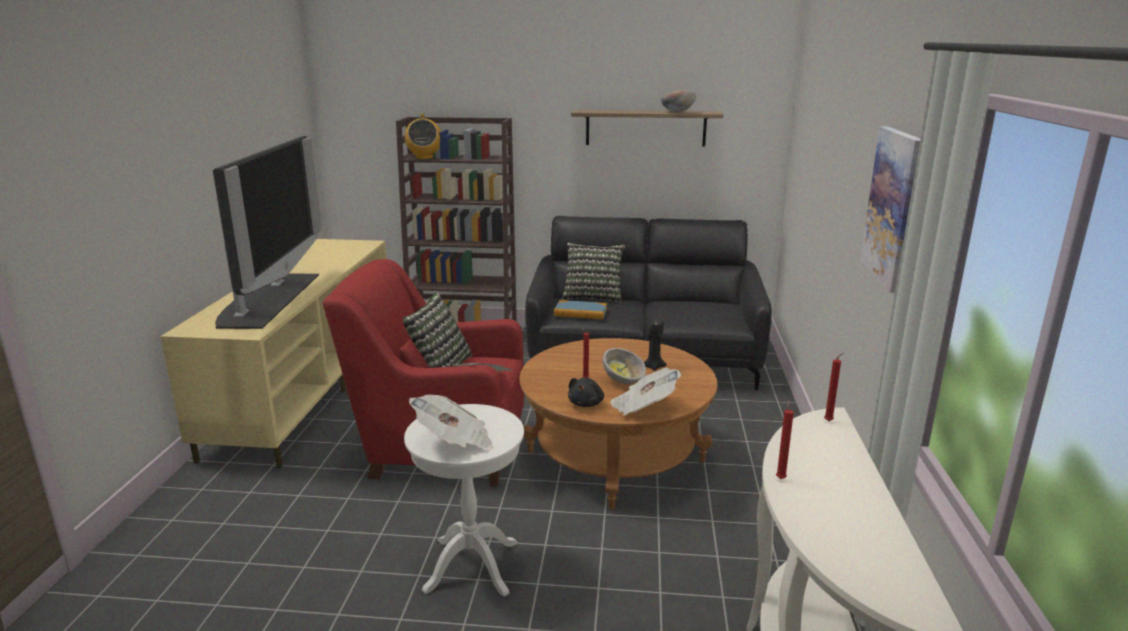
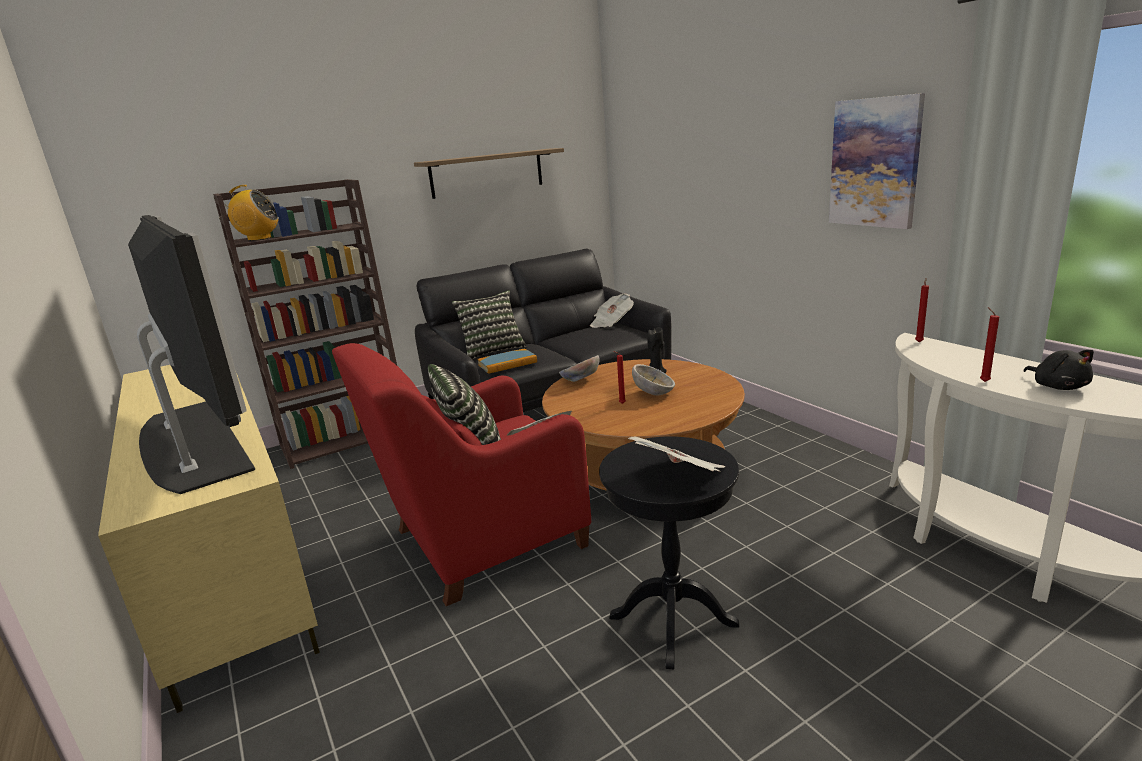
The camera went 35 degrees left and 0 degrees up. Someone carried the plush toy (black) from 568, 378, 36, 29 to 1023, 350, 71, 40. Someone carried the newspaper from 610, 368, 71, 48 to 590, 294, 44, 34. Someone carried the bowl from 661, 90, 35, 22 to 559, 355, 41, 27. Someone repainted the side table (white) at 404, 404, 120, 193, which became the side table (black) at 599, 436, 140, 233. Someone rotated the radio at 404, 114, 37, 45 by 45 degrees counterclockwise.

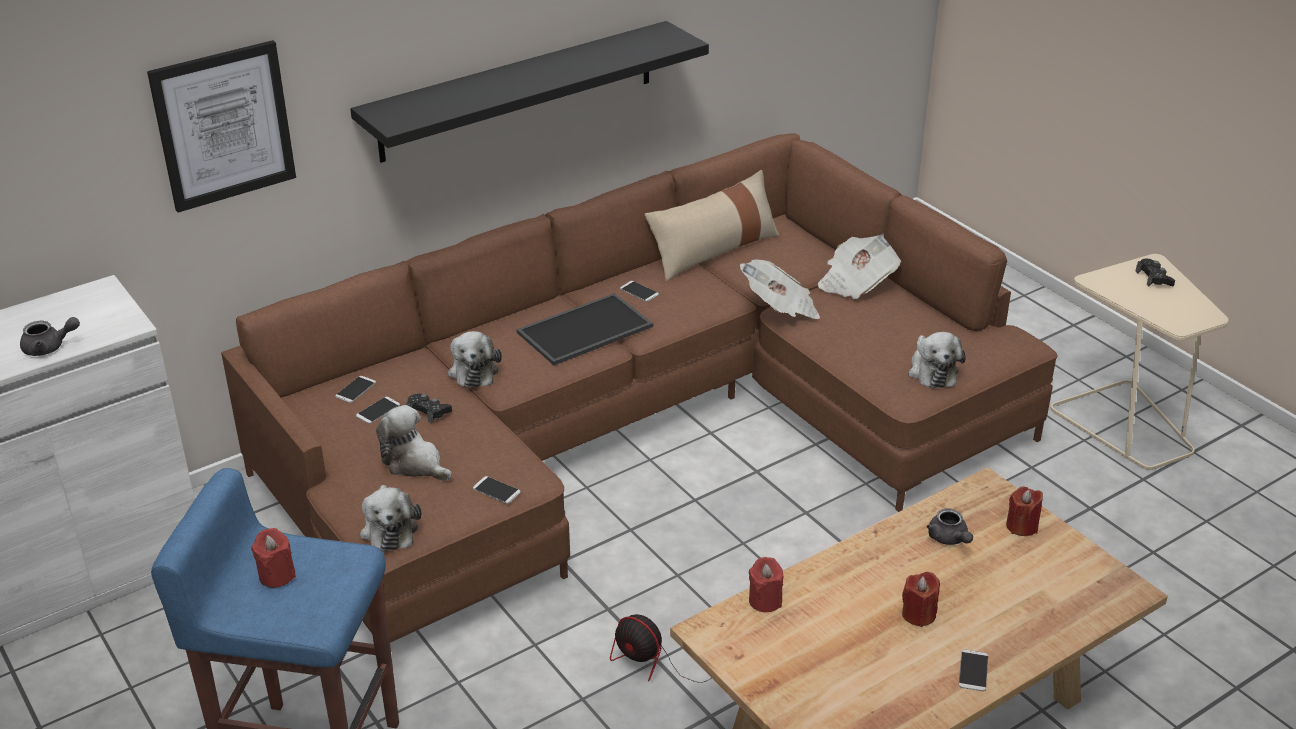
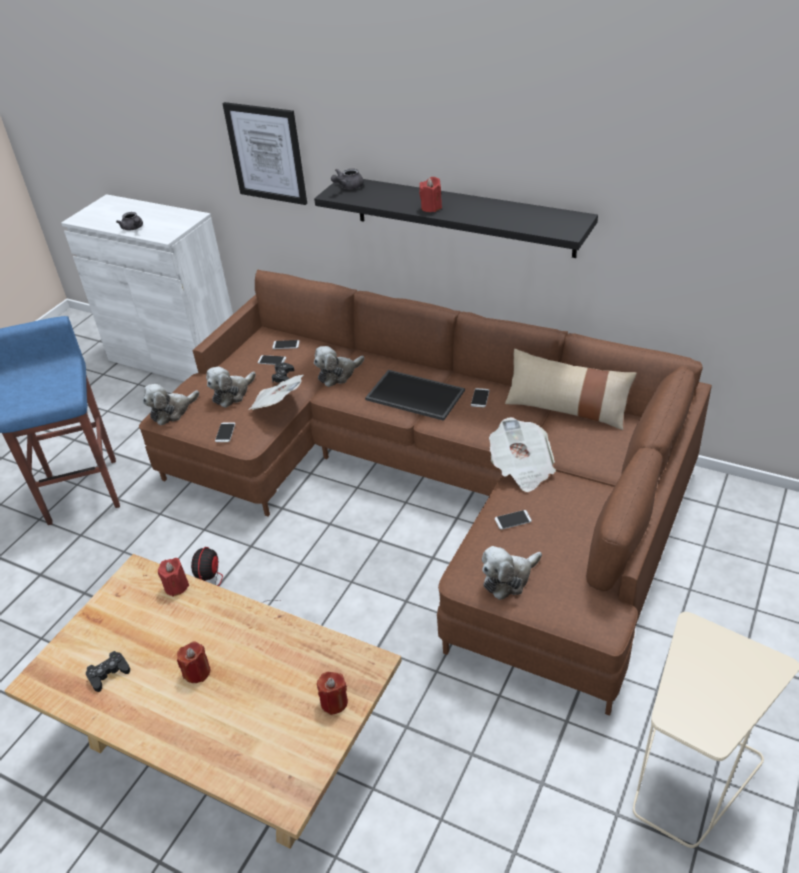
The camera went 65 degrees right and 5 degrees up. Someone carried the candle (red) from 251, 528, 45, 60 to 419, 177, 23, 35. Someone carried the newspaper from 818, 233, 83, 66 to 249, 375, 55, 35. Someone carried the teapot (grey) from 927, 508, 46, 37 to 331, 168, 33, 21. Someone carried the phone from 959, 649, 29, 42 to 495, 510, 37, 20. Someone carried the game controller (black) from 1136, 258, 39, 29 to 86, 651, 44, 41. Someone rotated the plush toy at 376, 405, 76, 76 by 150 degrees counterclockwise.

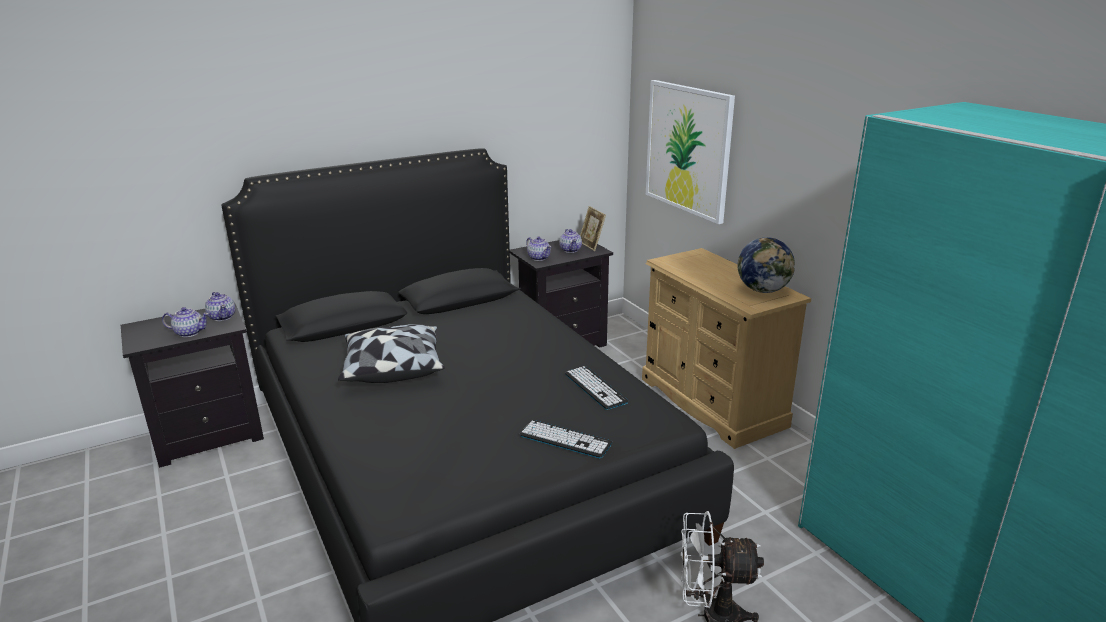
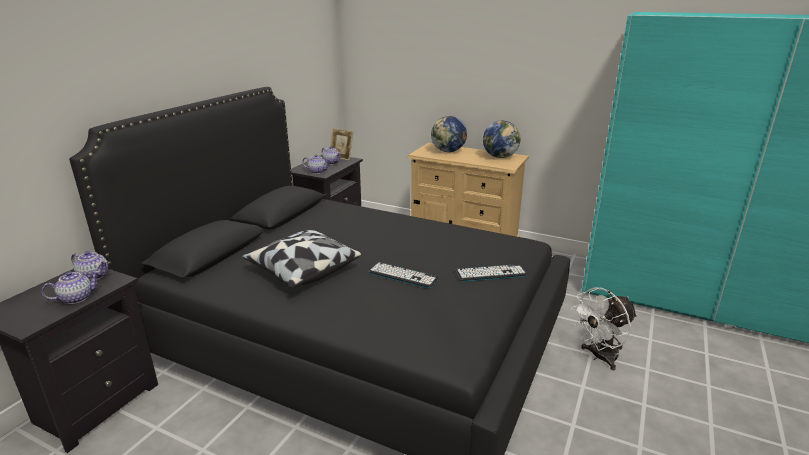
The camera went 35 degrees left and 0 degrees up. Someone took away the picture at 646, 80, 89, 144. Someone put down the globe at 431, 116, 36, 36. Someone carried the keyboard from 565, 366, 64, 44 to 369, 262, 70, 26.

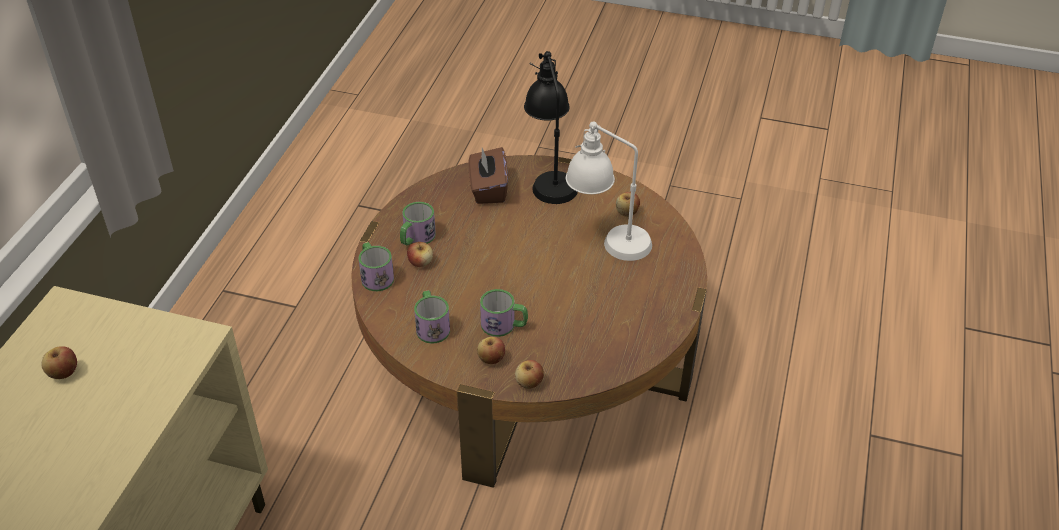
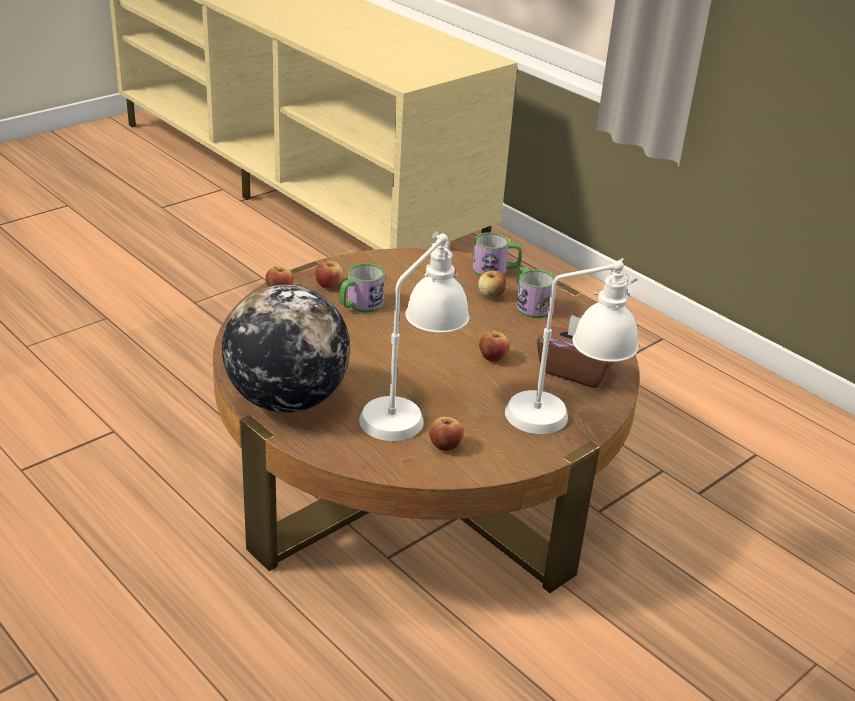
The camera went 120 degrees right and 10 degrees down. Someone took away the mug at 414, 290, 36, 54. Someone put down the globe at 222, 285, 128, 128. Someone carried the apple from 42, 346, 35, 33 to 479, 331, 31, 30. Someone repainted the table lamp (black) at 524, 51, 54, 153, which became the table lamp (white) at 505, 258, 134, 176.

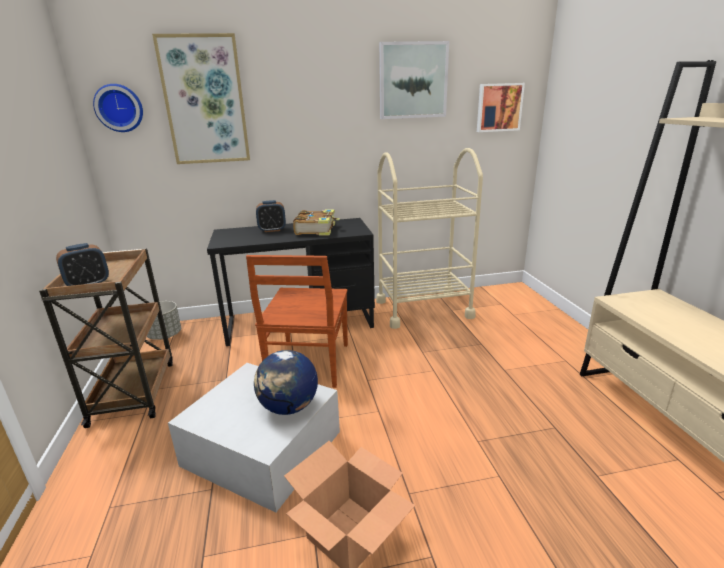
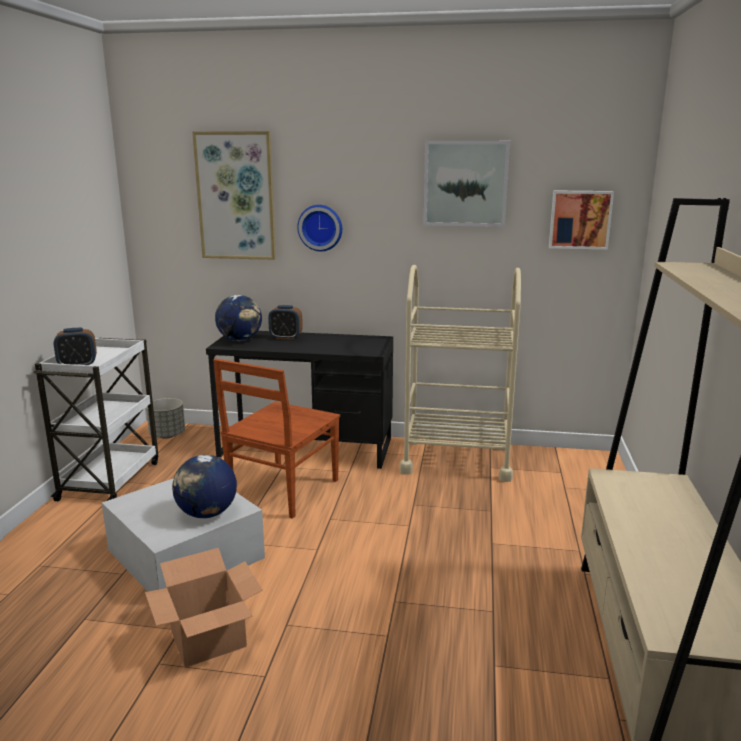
The camera went 20 degrees right and 5 degrees down. Someone took away the book at 293, 209, 47, 27. Someone put down the globe at 215, 295, 47, 46. Someone carried the wall clock from 93, 84, 50, 48 to 297, 205, 45, 46. Someone repainted the cart (brown) at 39, 248, 134, 180, which became the cart (white) at 33, 338, 125, 163.

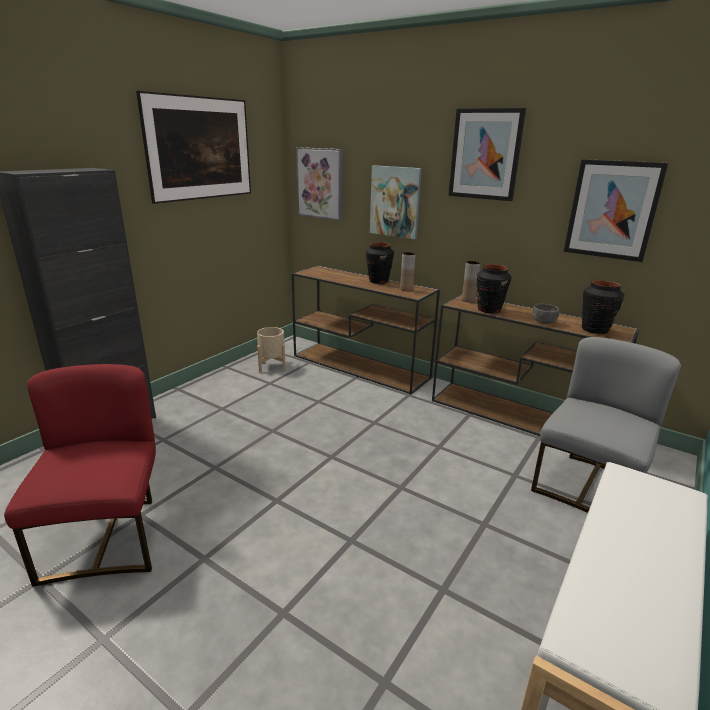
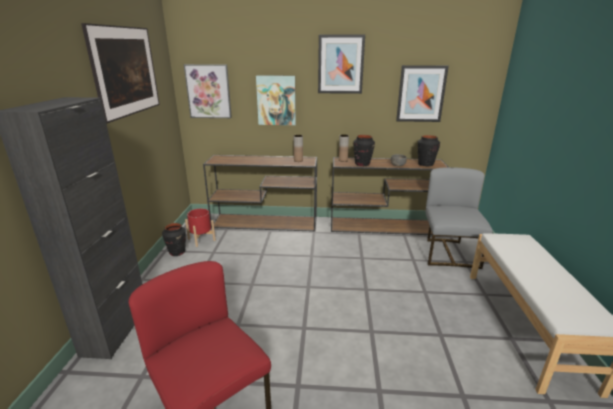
The camera went 30 degrees left and 0 degrees up. Someone carried the vase (black) from 366, 242, 28, 42 to 162, 223, 24, 33. Someone repainted the planter (beige) at 257, 327, 29, 46, which became the planter (red) at 185, 209, 31, 38.

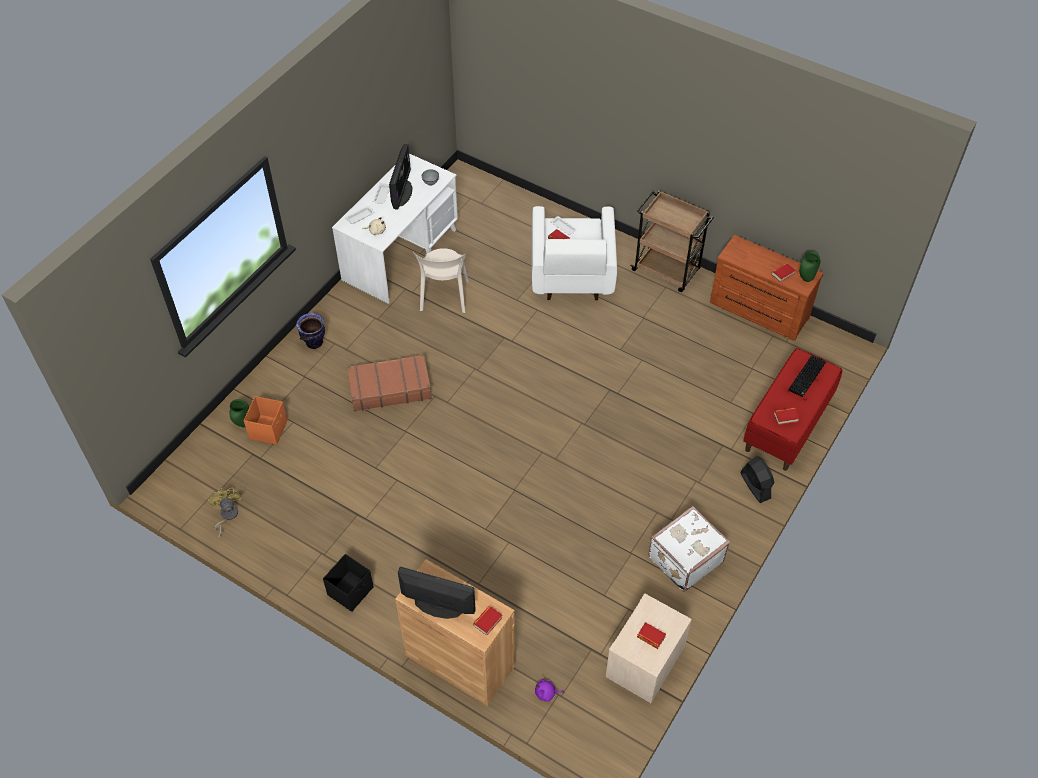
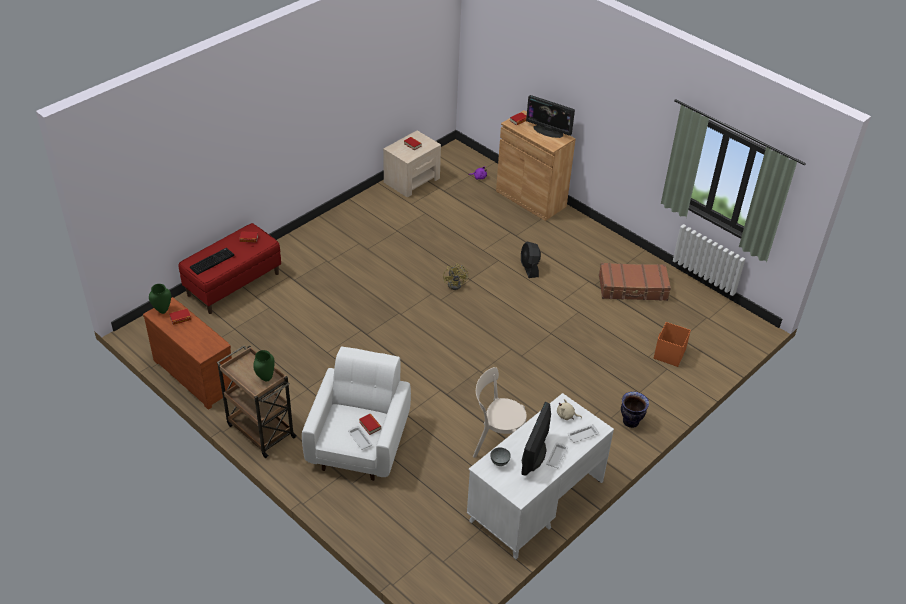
The camera went 170 degrees left and 10 degrees down. Someone took away the storage box (black) at 323, 554, 50, 58. Someone took away the suitcase (white) at 648, 506, 82, 86. Someone carried the fan (yellow) from 208, 488, 33, 52 to 443, 264, 25, 26. Someone carried the vase (green) from 229, 399, 20, 28 to 253, 350, 22, 32. Someone carried the suitcase (brown) from 347, 354, 85, 58 to 599, 263, 72, 38. Someone carried the fan (black) from 740, 456, 35, 47 to 521, 242, 20, 36. Someone rotated the chair (beige) at 413, 248, 56, 65 by 90 degrees counterclockwise.

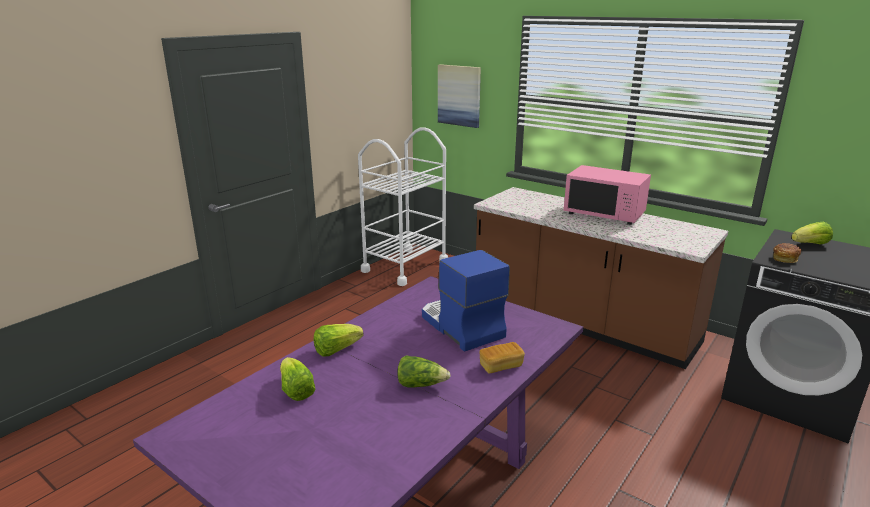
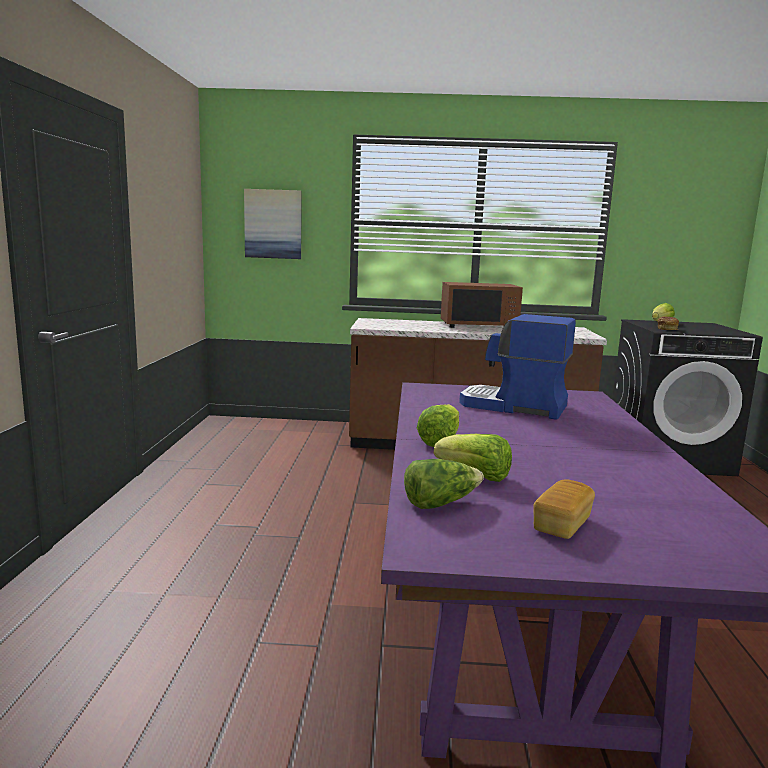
The camera went 35 degrees left and 10 degrees down. Someone took away the cart (white) at 358, 127, 90, 159. Someone carried the lettuce from 397, 355, 54, 33 to 404, 459, 80, 50. Someone carried the bread from 479, 342, 46, 31 to 533, 479, 62, 60. Someone repainted the microwave (pink) at 564, 165, 87, 60, which became the microwave (brown) at 441, 282, 82, 46.

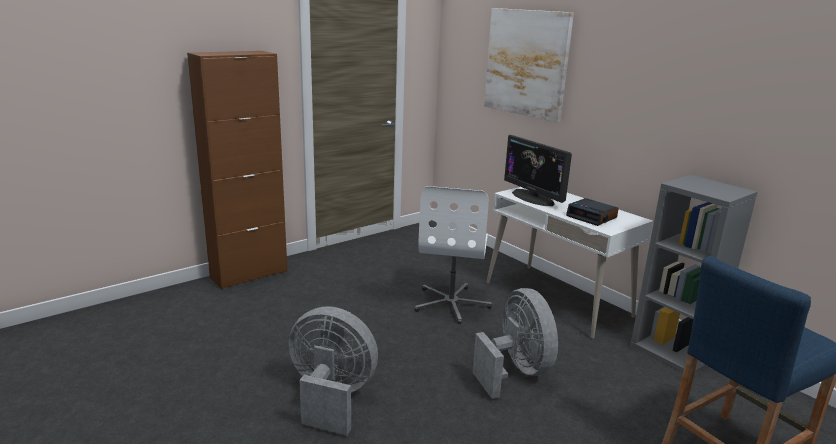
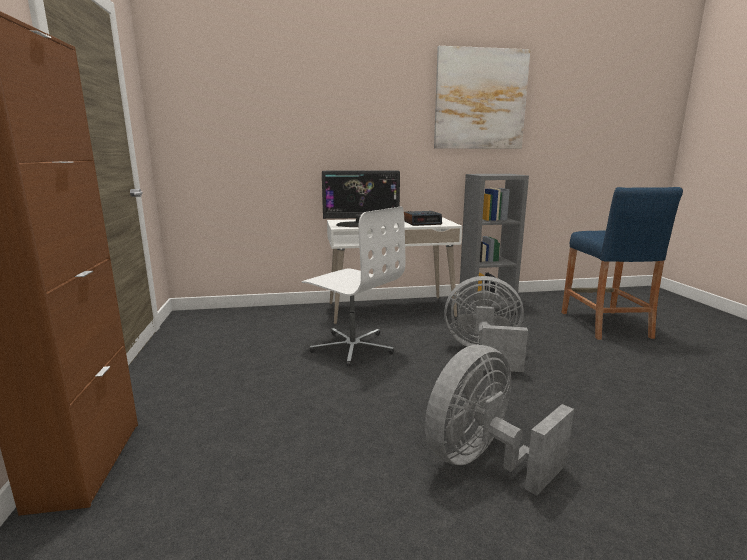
The camera went 60 degrees left and 5 degrees down. Someone carried the picture from 484, 8, 90, 115 to 434, 46, 97, 103.

